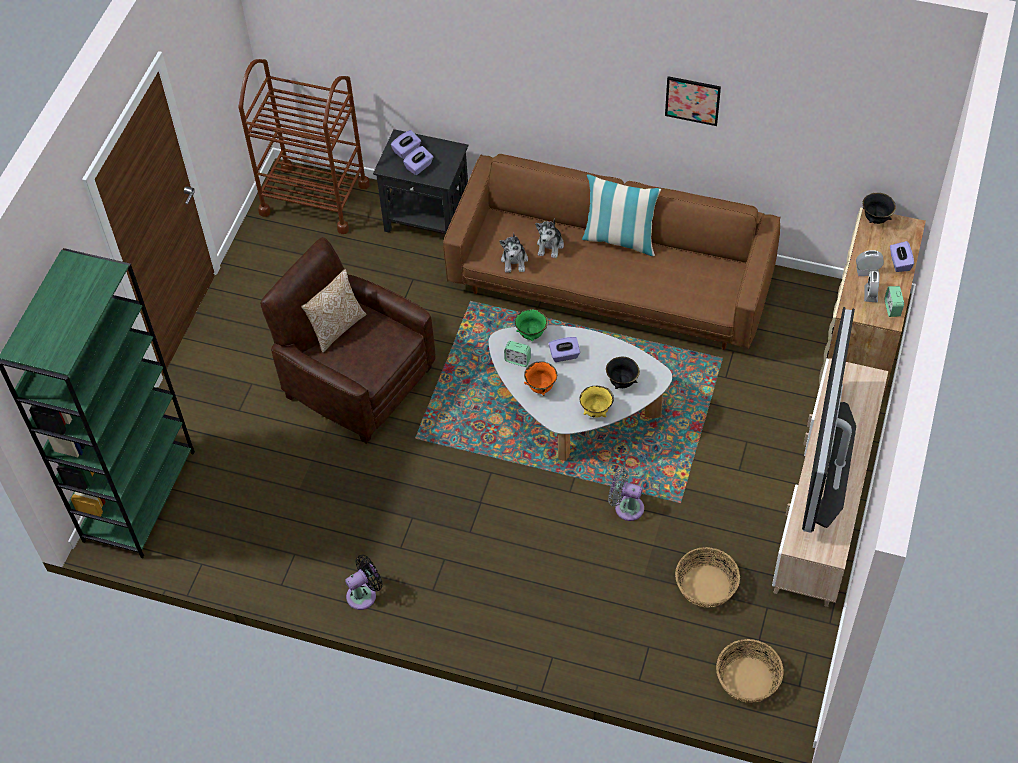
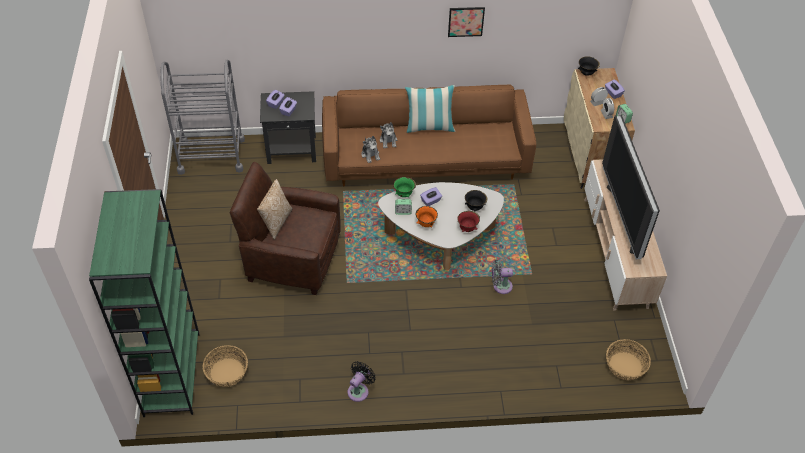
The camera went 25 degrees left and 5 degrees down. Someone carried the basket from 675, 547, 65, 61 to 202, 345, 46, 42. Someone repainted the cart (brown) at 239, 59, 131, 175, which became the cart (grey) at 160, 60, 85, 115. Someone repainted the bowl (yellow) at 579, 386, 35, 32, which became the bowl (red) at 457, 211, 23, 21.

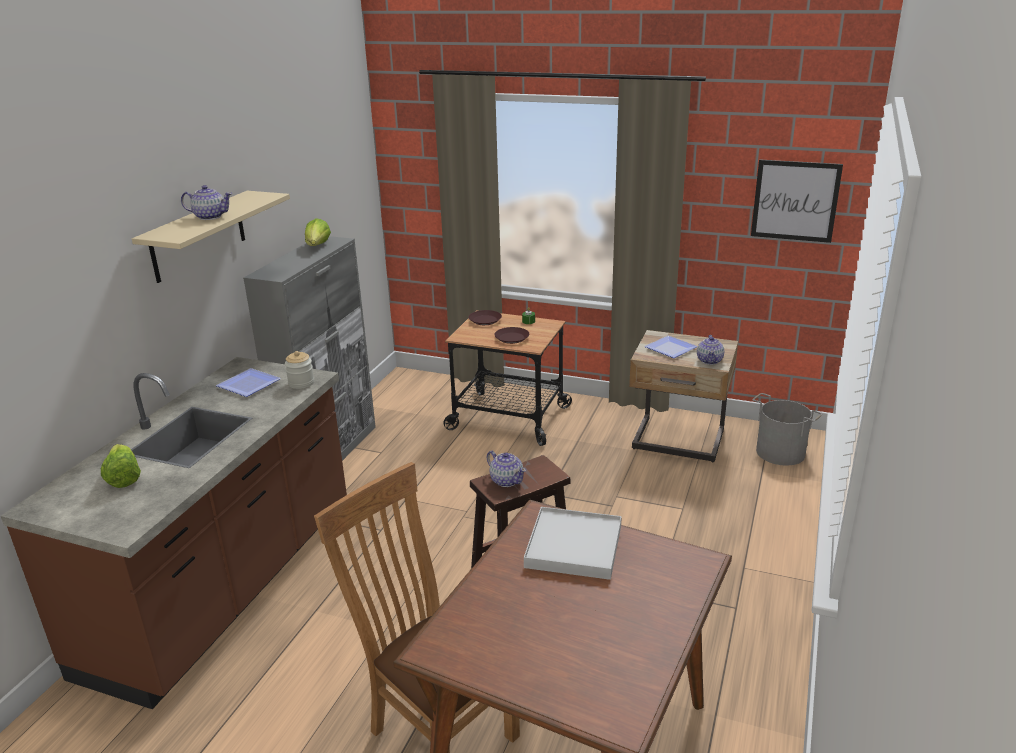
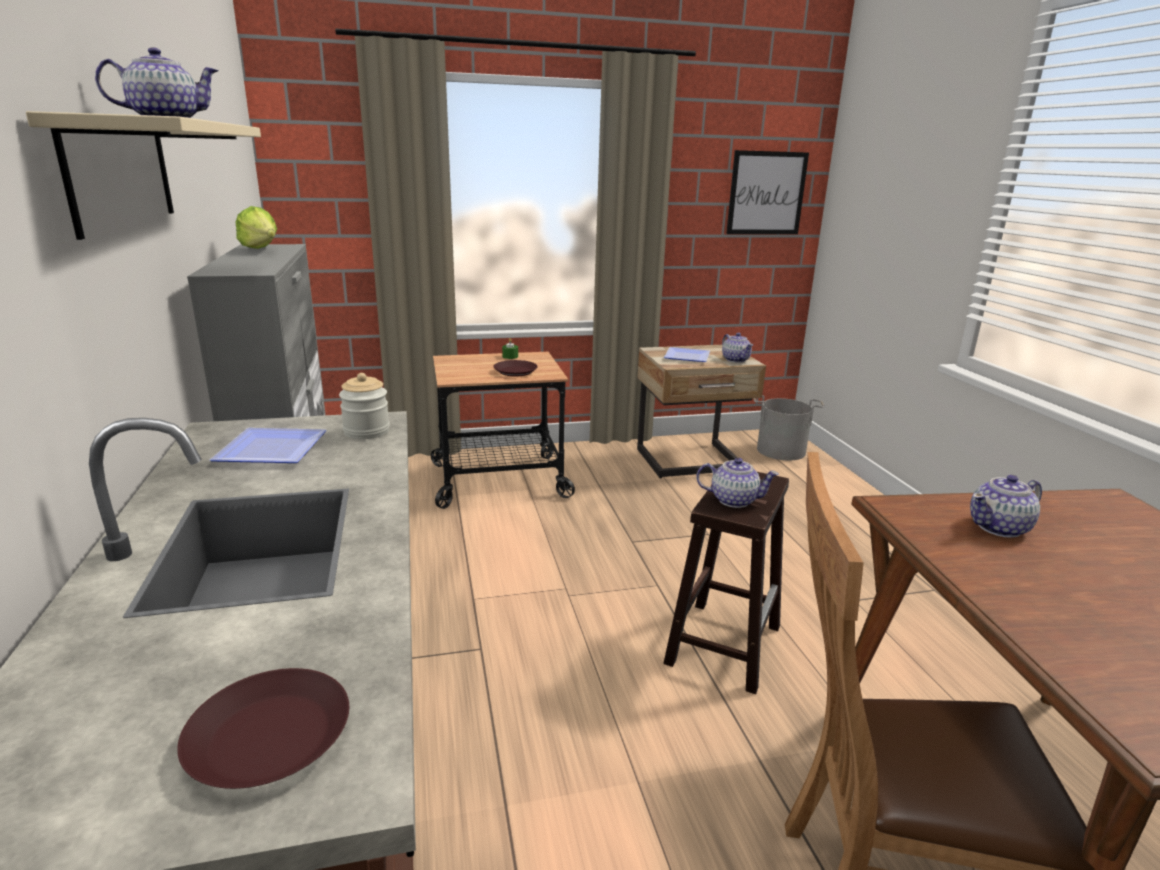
The camera went 35 degrees left and 5 degrees down. Someone took away the lettuce at 101, 444, 40, 44. Someone carried the plate (brown) from 468, 310, 34, 15 to 177, 668, 172, 121. Someone swapped the tray (white) at 524, 507, 98, 73 for the teapot at 970, 475, 72, 63.

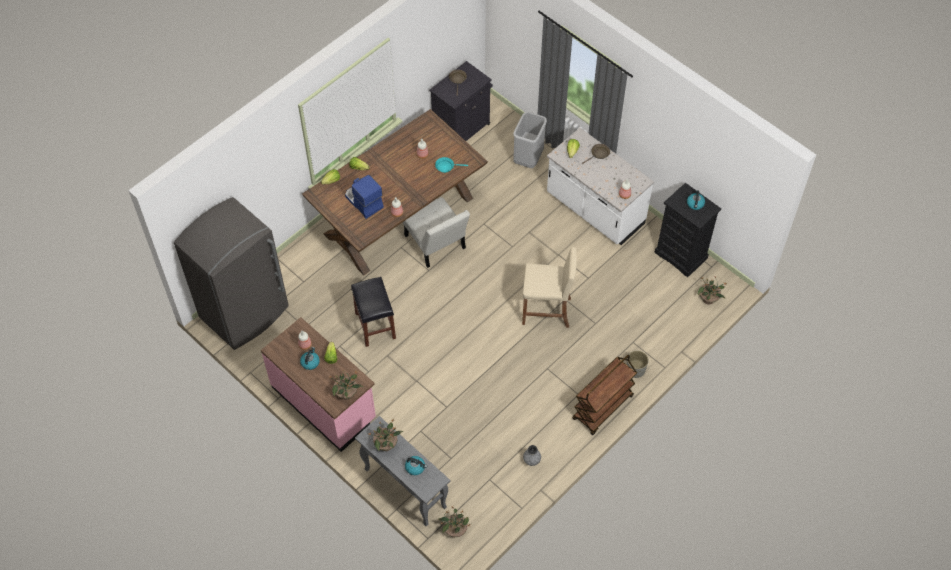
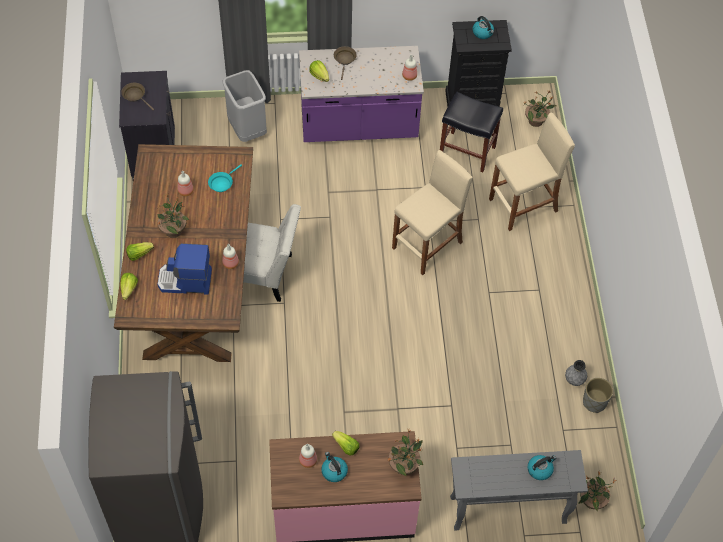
The camera went 50 degrees left and 0 degrees up. Someone took away the cart (brown) at 573, 355, 64, 80. Someone put down the stool (beige) at 489, 113, 86, 118. Someone carried the stool (black) from 351, 277, 45, 70 to 440, 92, 63, 80. Someone carried the potted plant from 369, 419, 34, 32 to 157, 194, 33, 44. Someone carried the planter (grey) from 627, 350, 22, 28 to 583, 378, 30, 35. Someone repainted the counter (white) at 547, 128, 107, 117, which became the counter (purple) at 299, 46, 125, 96.

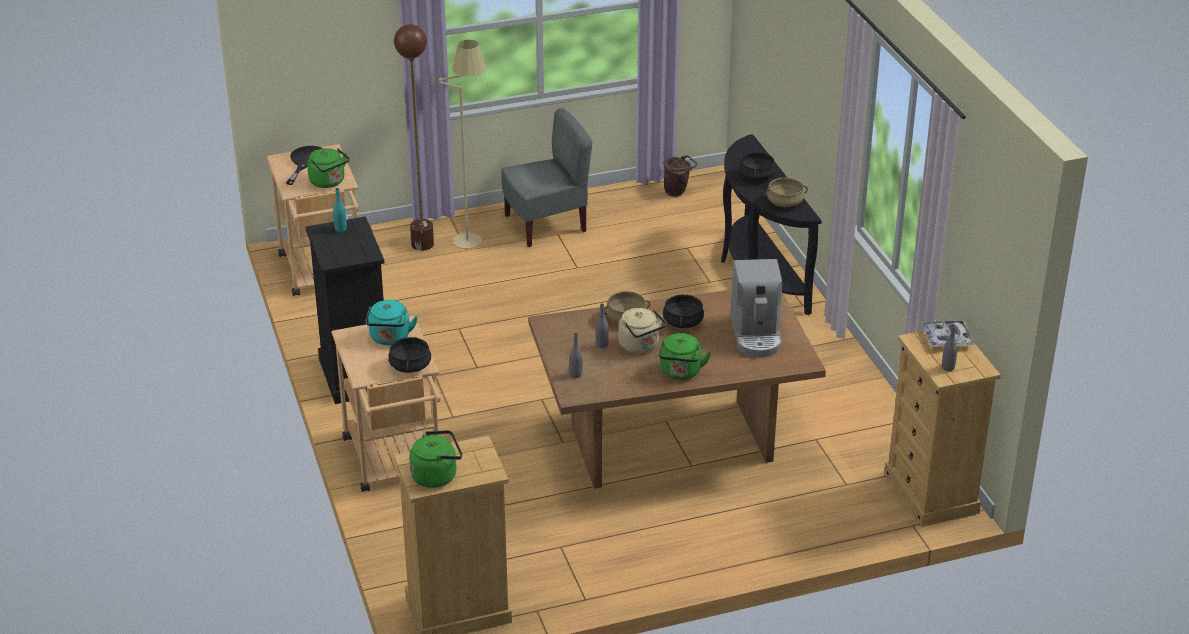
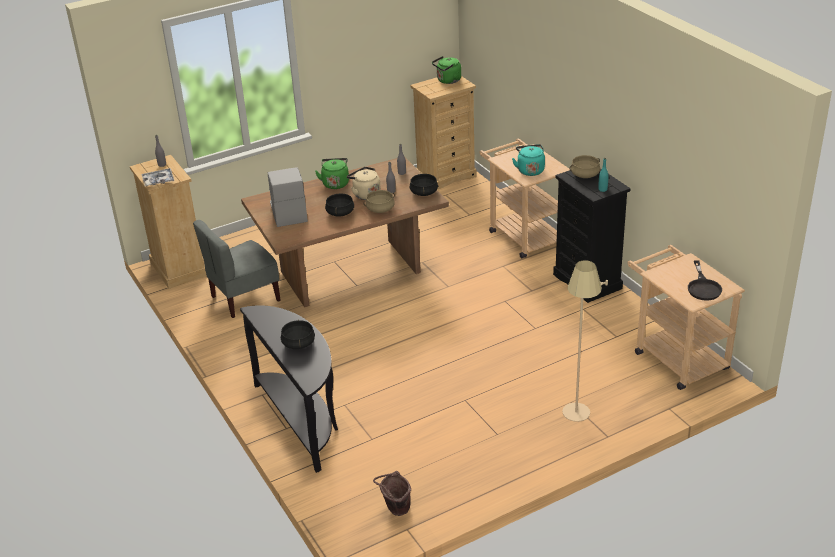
The camera went 170 degrees right and 0 degrees up. Someone took away the kettle (green) at 307, 148, 43, 40. Someone took away the floor lamp (brown) at 394, 24, 40, 227. Someone carried the cooking pot (black) from 388, 337, 43, 36 to 410, 174, 28, 22. Someone carried the chair (grey) from 501, 108, 91, 139 to 193, 220, 88, 98. Someone carried the cooking pot (beige) from 765, 178, 43, 29 to 569, 155, 31, 23.

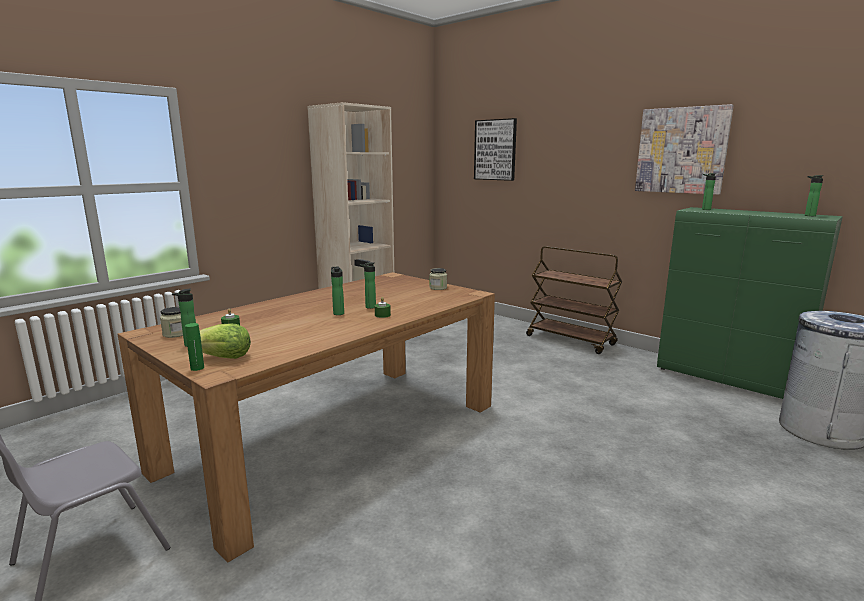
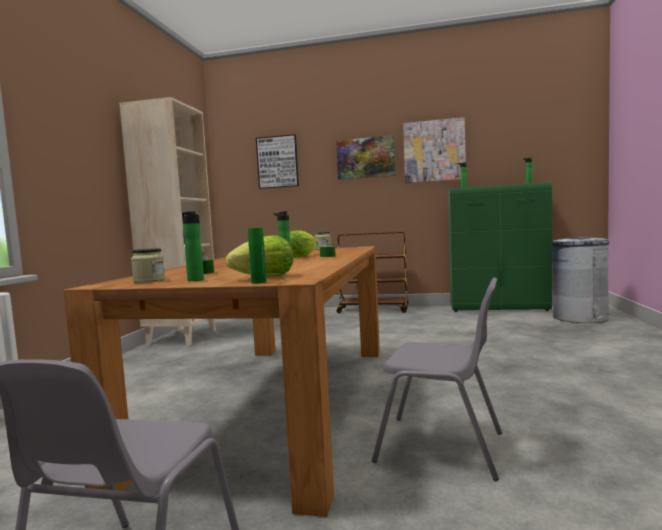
The camera went 30 degrees left and 10 degrees down. Someone put up the picture at 336, 135, 60, 45. Someone put down the chair (grey) at 372, 277, 130, 204. Someone swapped the bottle at 359, 262, 17, 47 for the lettuce at 289, 230, 29, 28.

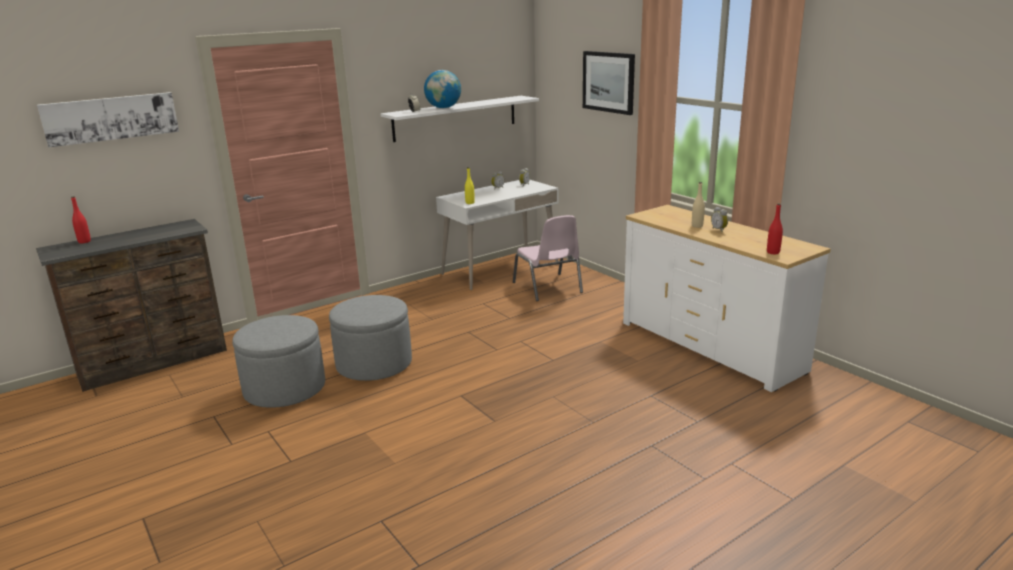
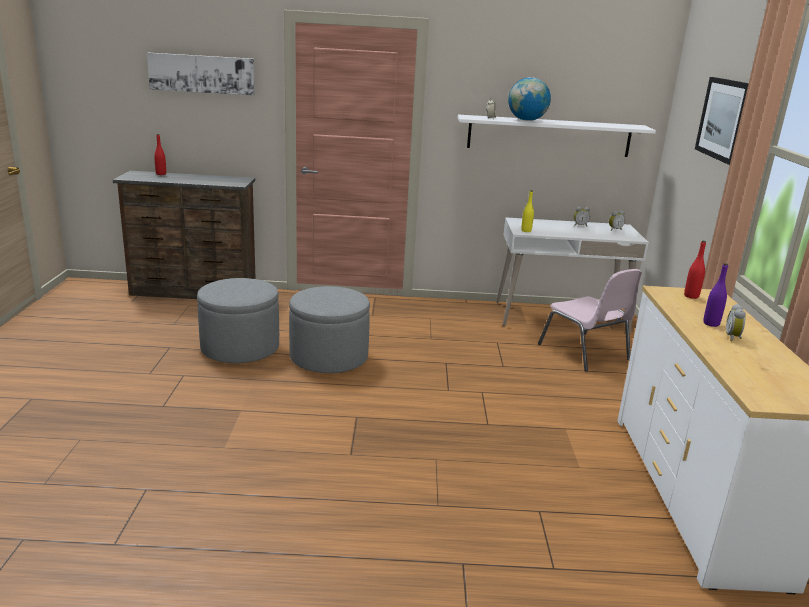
The camera went 35 degrees right and 0 degrees up. Someone carried the bottle (red) from 767, 203, 16, 51 to 684, 241, 22, 58. Someone repainted the bottle (beige) at 692, 182, 13, 46, which became the bottle (purple) at 703, 263, 25, 64. Someone rotated the chair (pink) at 513, 215, 70, 86 by 45 degrees counterclockwise.

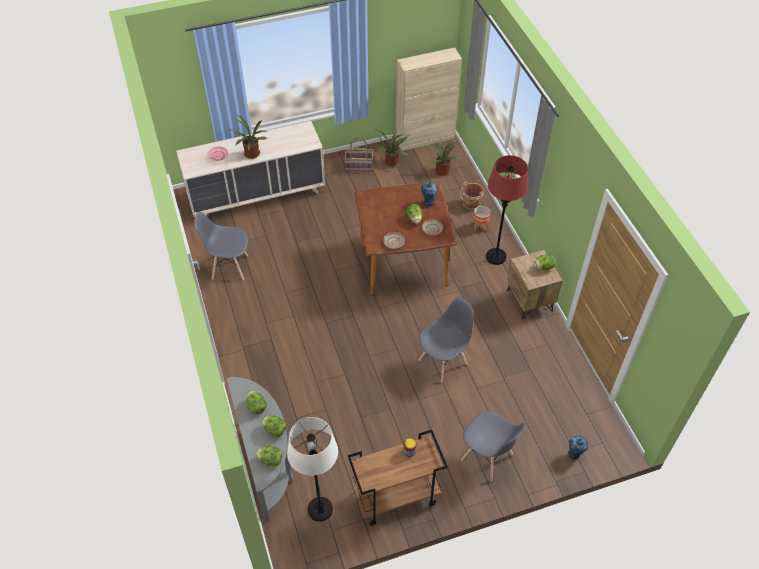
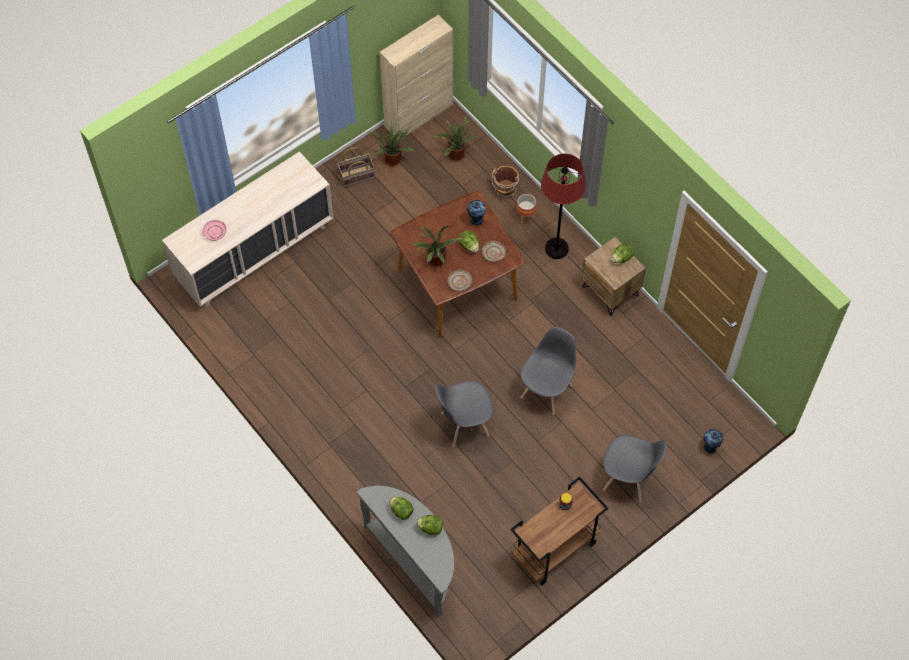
The camera went 20 degrees left and 10 degrees up. Someone took away the lettuce at 256, 446, 26, 20. Someone took away the floor lamp (white) at 287, 417, 51, 105. Someone carried the chair (grey) from 194, 212, 54, 68 to 435, 381, 58, 66. Someone carried the potted plant from 227, 114, 40, 45 to 413, 226, 51, 42.

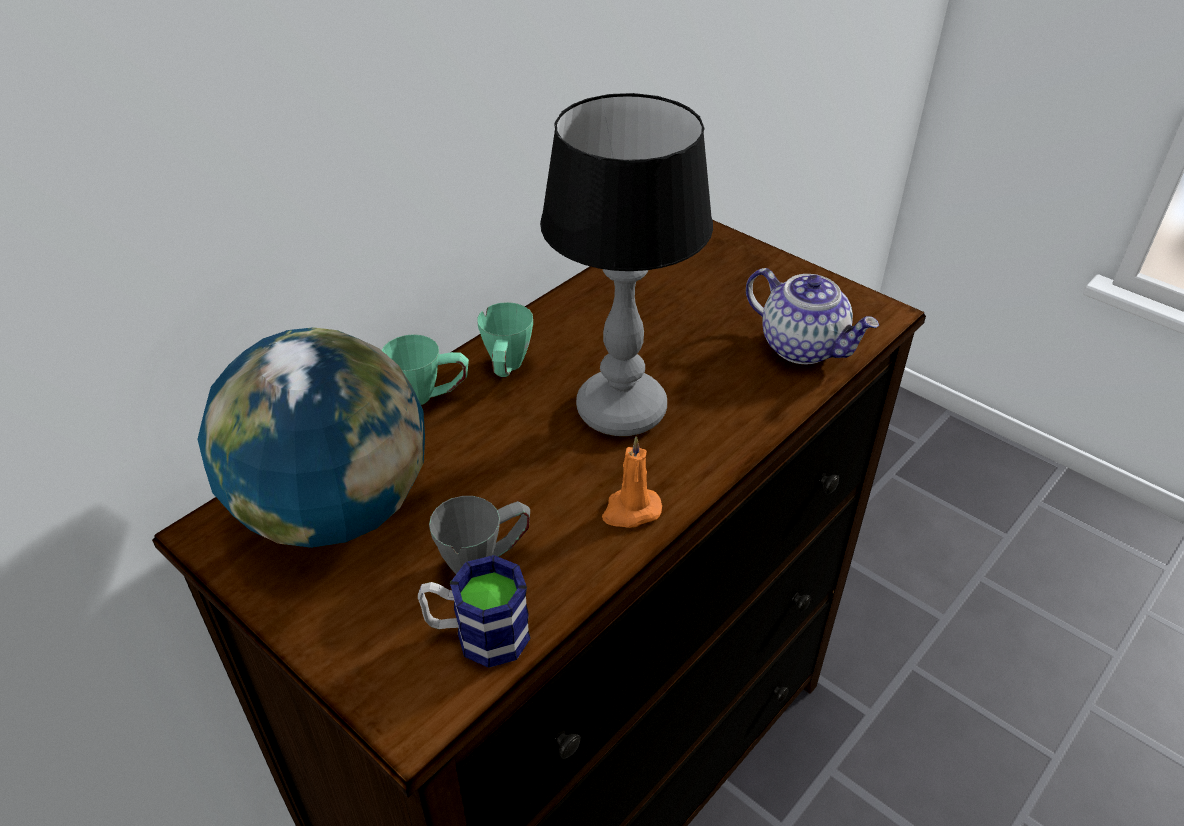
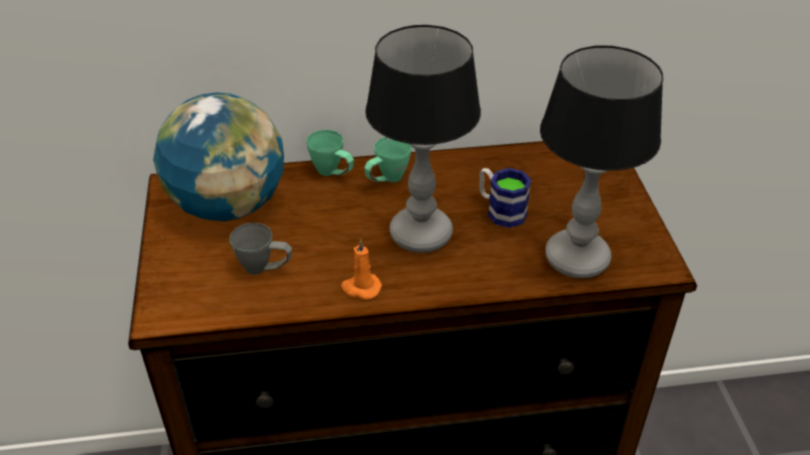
The camera went 40 degrees right and 0 degrees up. Someone carried the mug from 418, 555, 113, 113 to 479, 168, 52, 60. Someone swapped the teapot at 746, 268, 133, 96 for the table lamp at 540, 46, 123, 232.

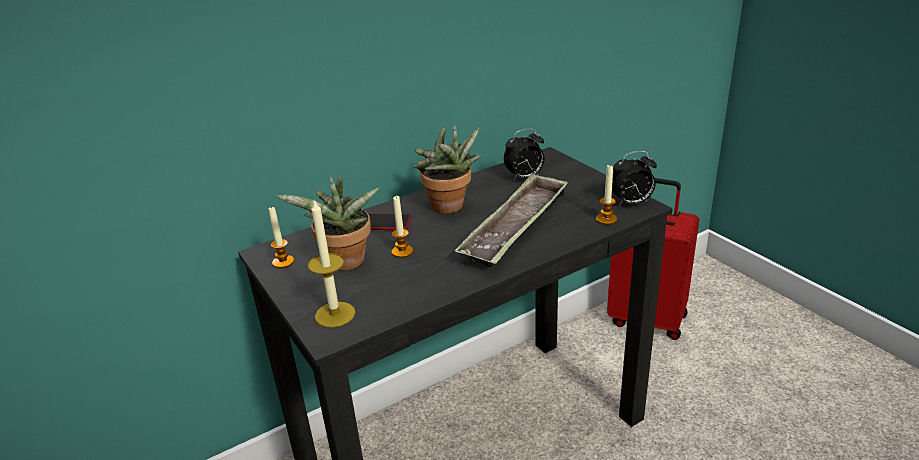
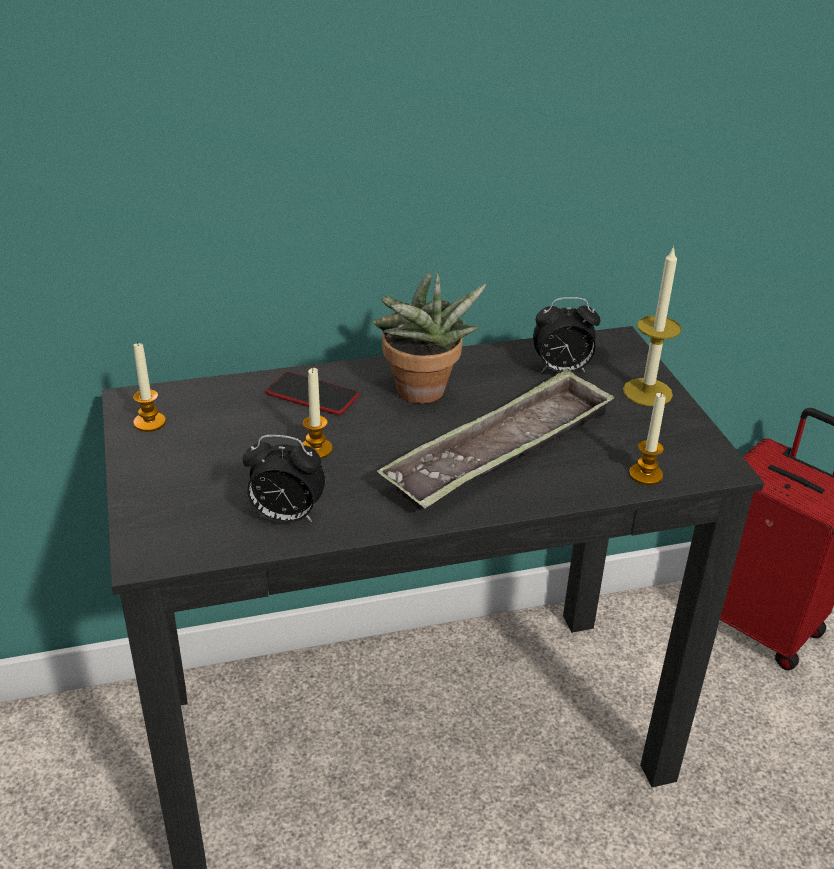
The camera went 15 degrees right and 5 degrees up. Someone took away the potted plant at 276, 176, 103, 94. Someone carried the candle from 308, 199, 47, 128 to 623, 246, 59, 160. Someone carried the alarm clock from 612, 151, 45, 55 to 243, 435, 82, 88.

